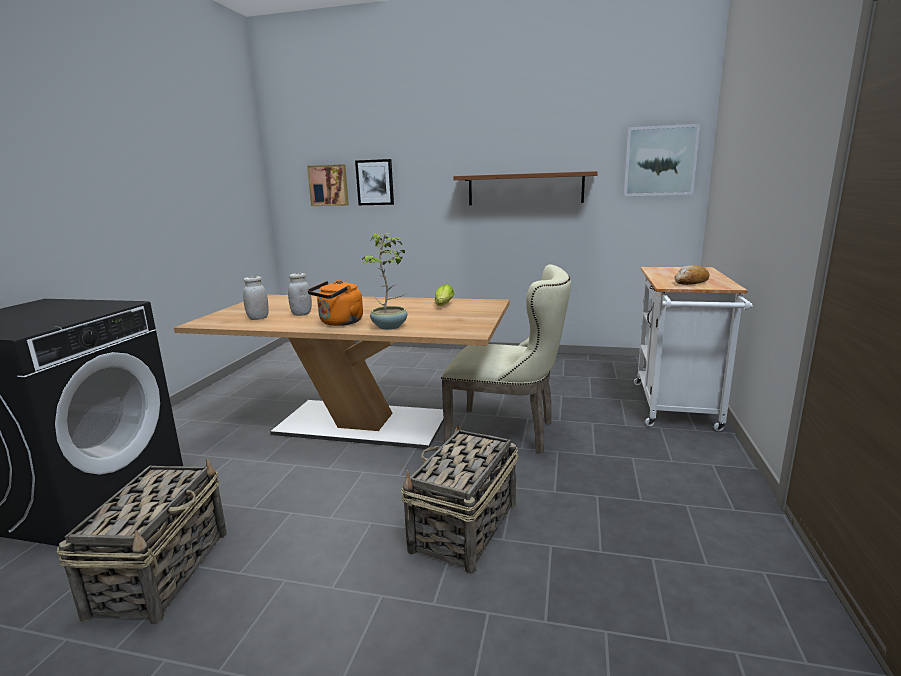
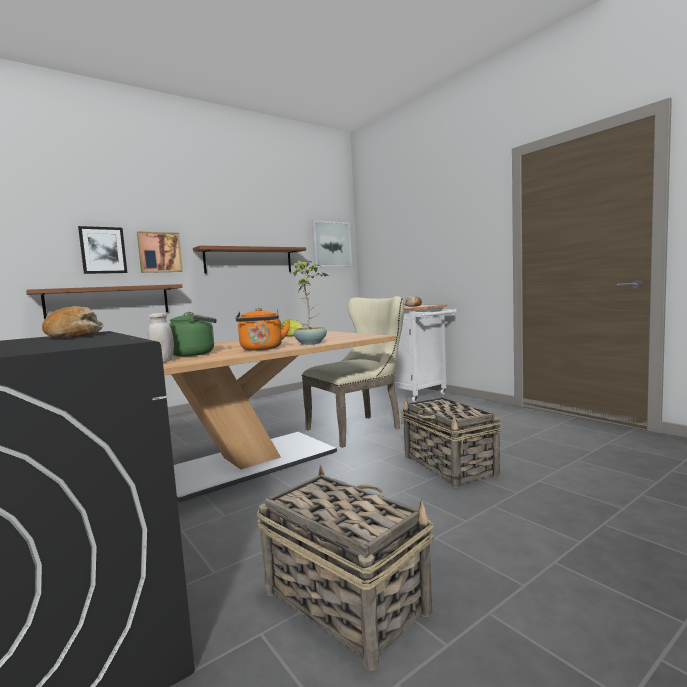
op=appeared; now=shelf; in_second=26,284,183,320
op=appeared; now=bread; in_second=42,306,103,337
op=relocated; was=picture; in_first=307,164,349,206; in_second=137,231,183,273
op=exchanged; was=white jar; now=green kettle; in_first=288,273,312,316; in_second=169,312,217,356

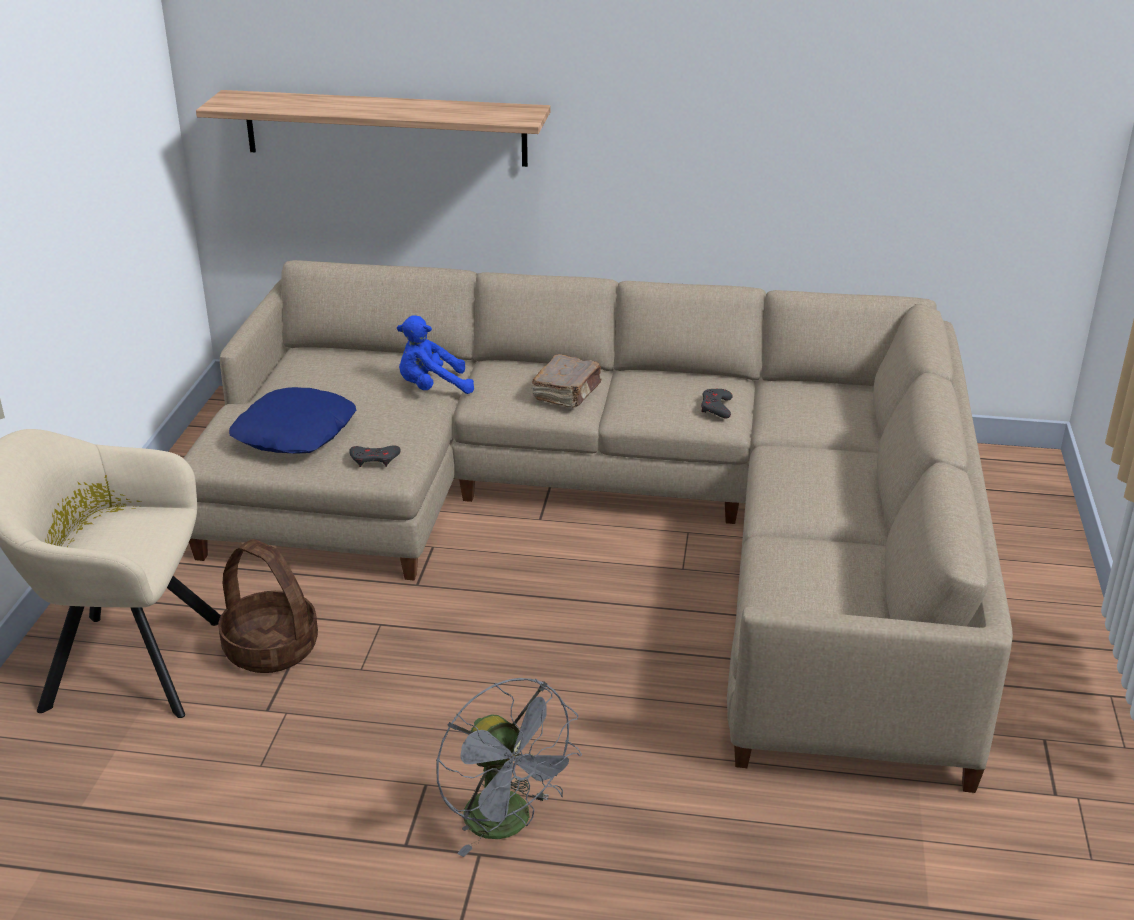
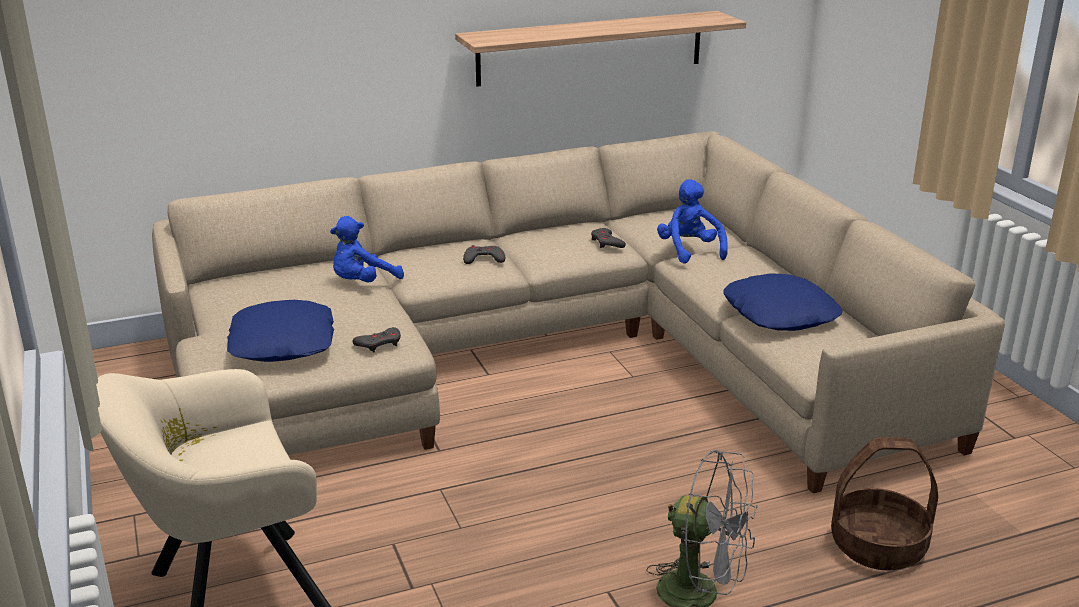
op=relocated; was=shelf; in_first=196,90,550,167; in_second=455,11,746,87
op=exchanged; was=brown book; now=grey game controller; in_first=532,354,601,408; in_second=463,245,505,264
op=appeared; now=blue plush toy; in_second=657,179,728,264
op=appeared; now=blue pillow; in_second=723,273,842,331
op=relocated; was=basket; in_first=218,539,318,673; in_second=831,437,938,571

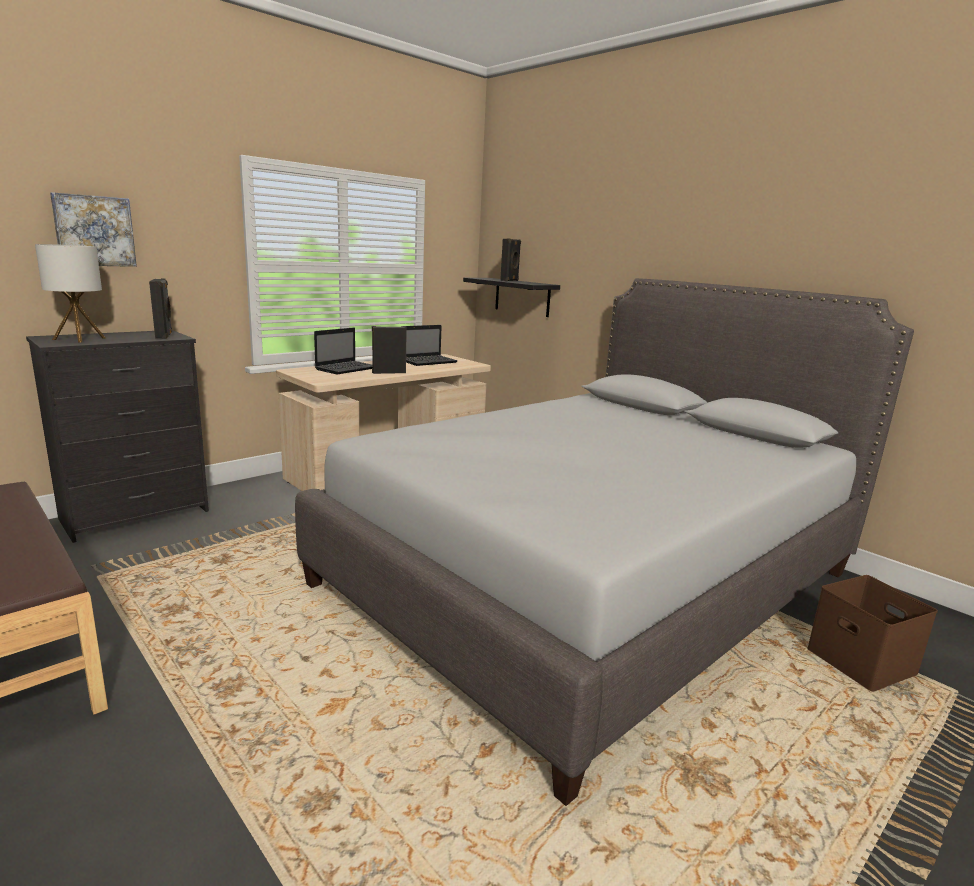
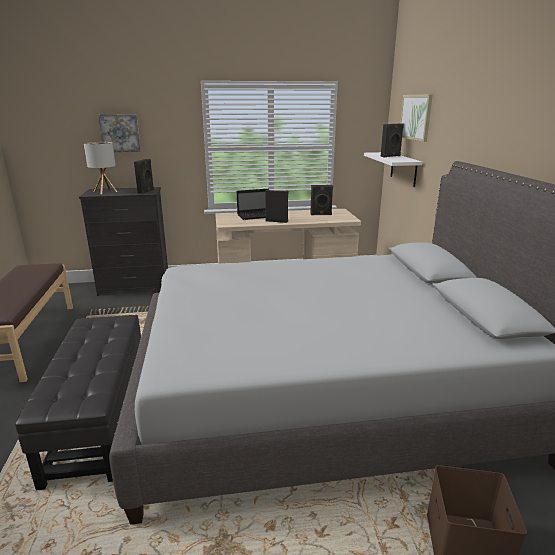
op=appeared; now=black ottoman; in_second=15,315,141,490
op=exchanged; was=laptop; now=black speaker; in_first=405,325,458,366; in_second=310,185,333,215
op=colour; was=black shelf; now=white shelf; in_first=463,278,560,317; in_second=364,152,422,187
op=appeared; now=picture; in_second=400,95,433,142

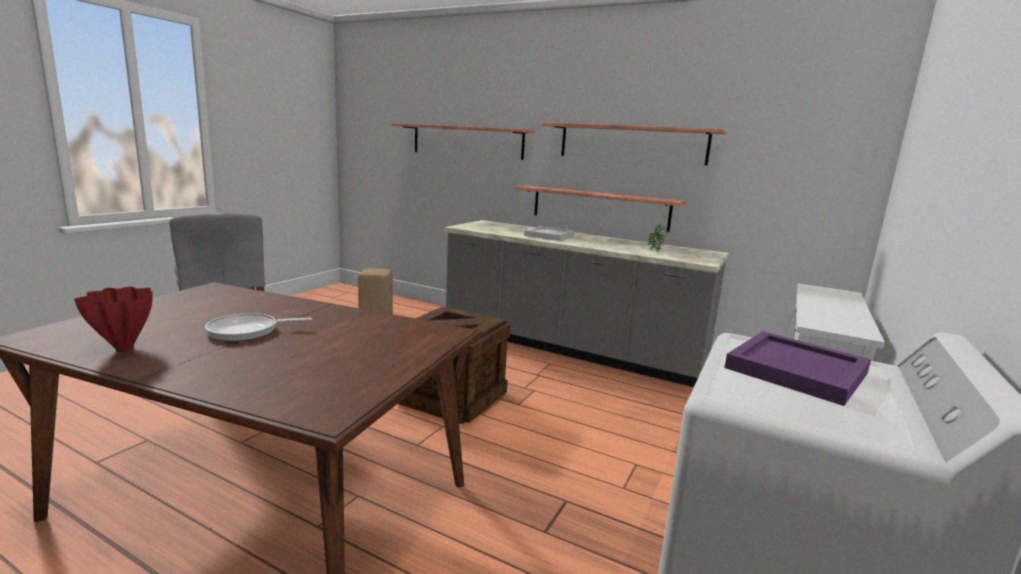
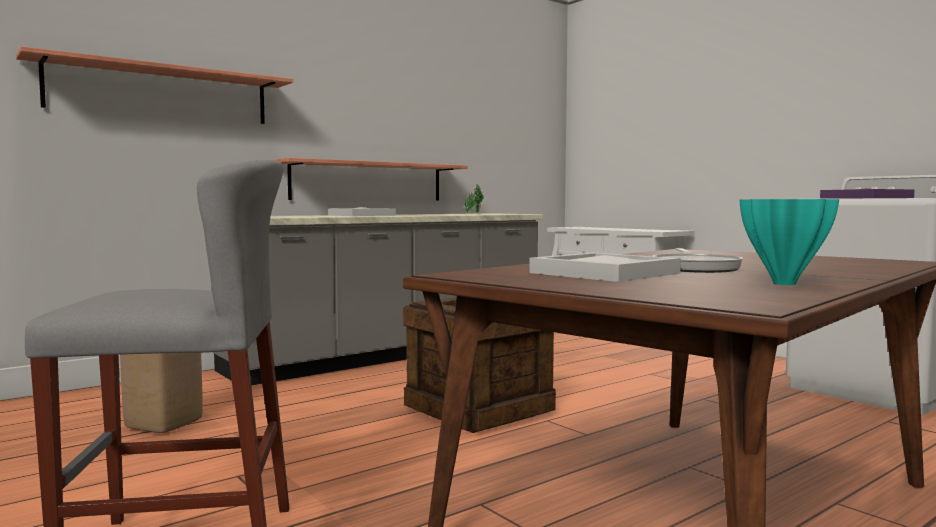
op=appeared; now=white tray; in_second=529,253,681,282
op=colour; was=red vase; now=turquoise vase; in_first=74,287,153,352; in_second=739,199,839,285
op=missing; was=shelf; in_first=542,122,726,165

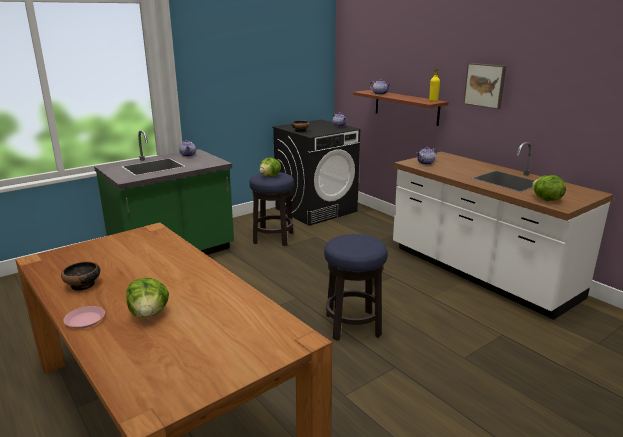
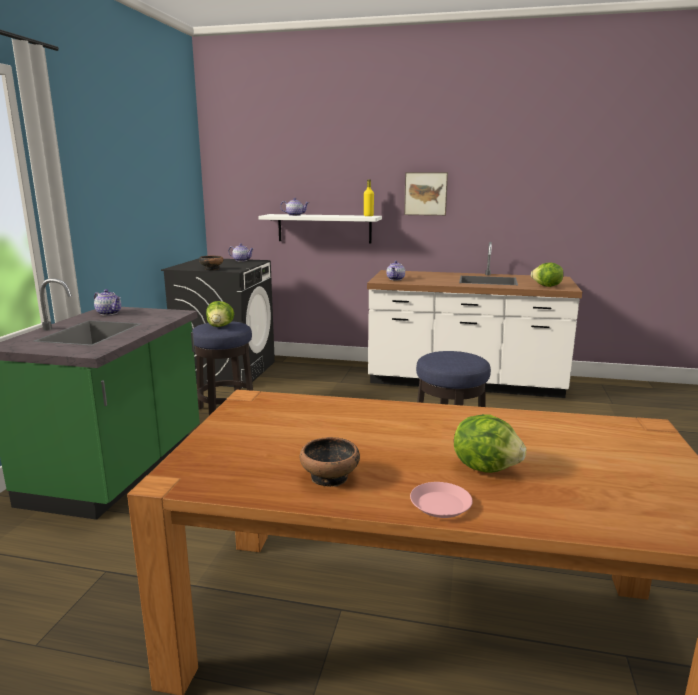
op=colour; was=brown shelf; now=white shelf; in_first=353,90,448,126; in_second=258,214,382,244

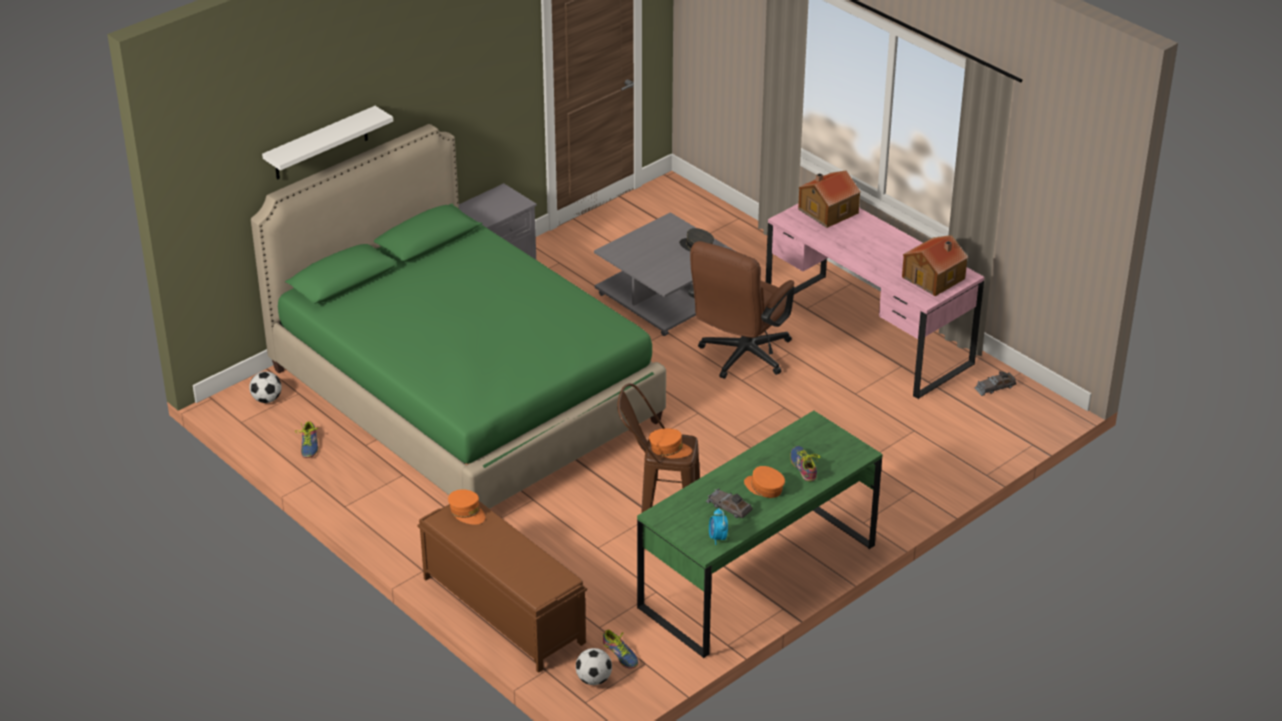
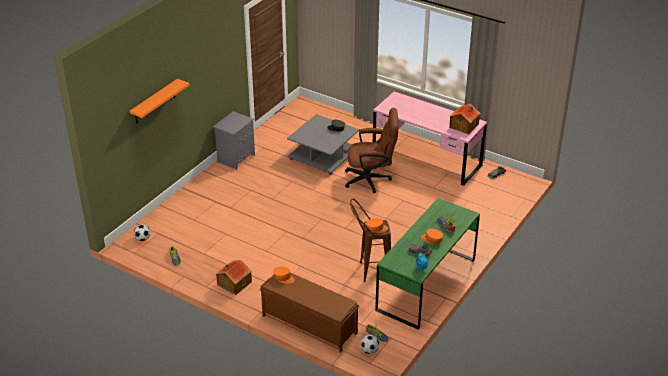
op=colour; was=white shelf; now=orange shelf; in_first=262,106,393,180; in_second=130,79,190,123
op=relocated; was=toy house; in_first=798,171,861,228; in_second=216,260,252,295
op=spun; was=brown office chair; in_first=688,241,795,379; in_second=345,108,398,193; clockwise=-105
op=missing; was=green bed; in_first=251,124,666,509

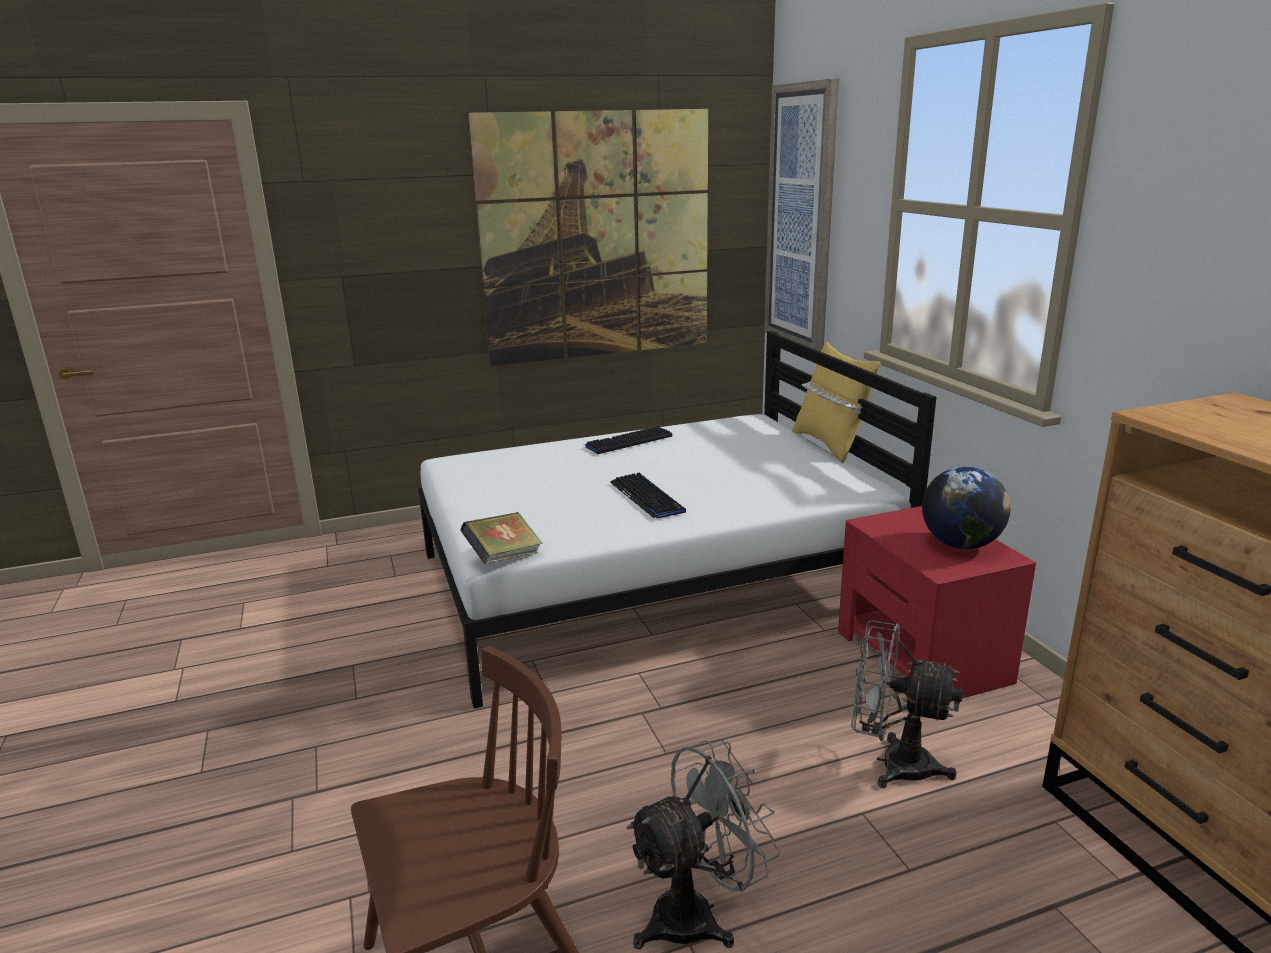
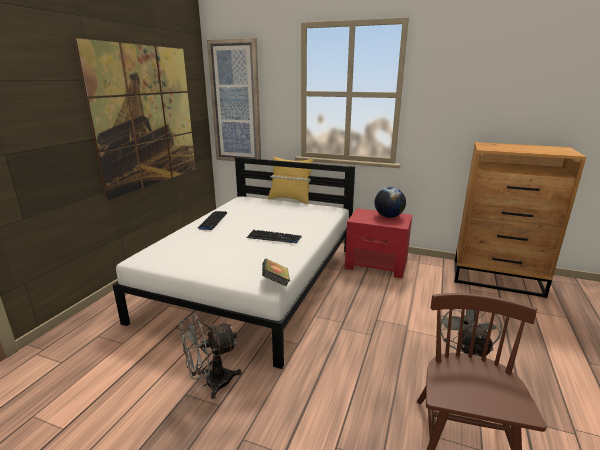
op=relocated; was=grey fan; in_first=851,620,963,788; in_second=179,314,241,399

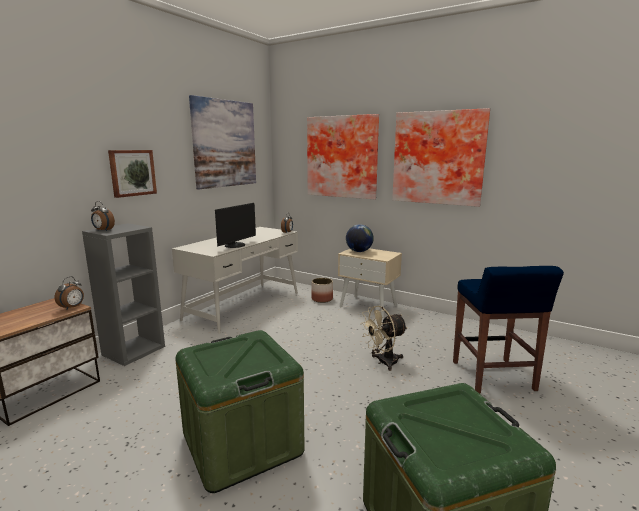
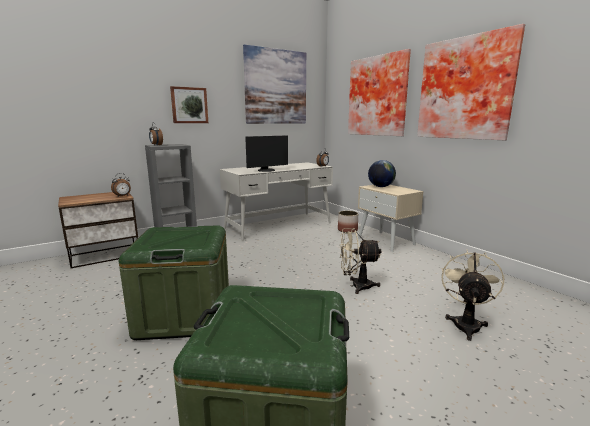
op=exchanged; was=blue stool; now=beige fan; in_first=453,266,564,394; in_second=442,249,504,341

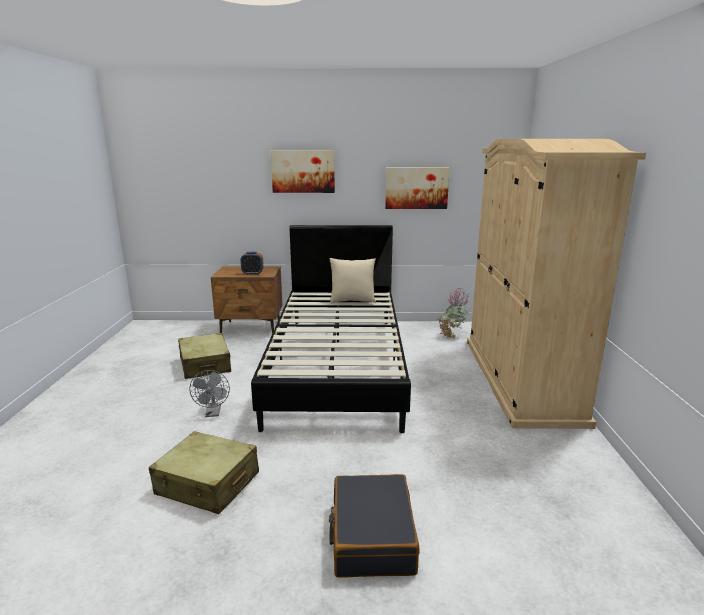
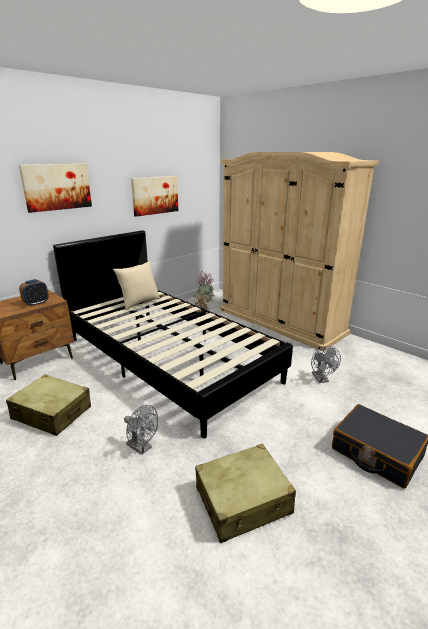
op=appeared; now=grey fan; in_second=311,346,341,383

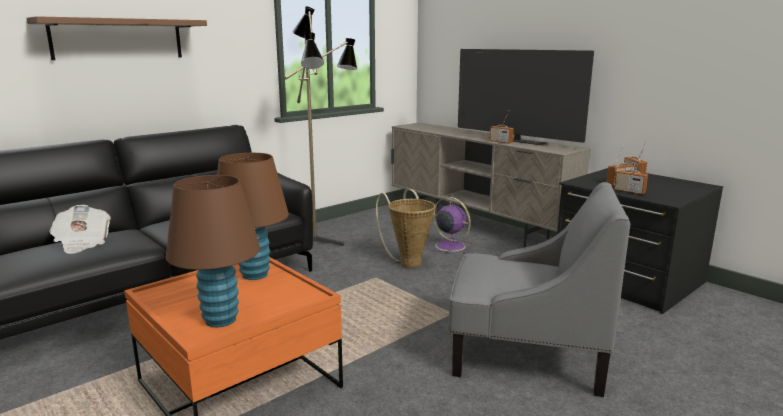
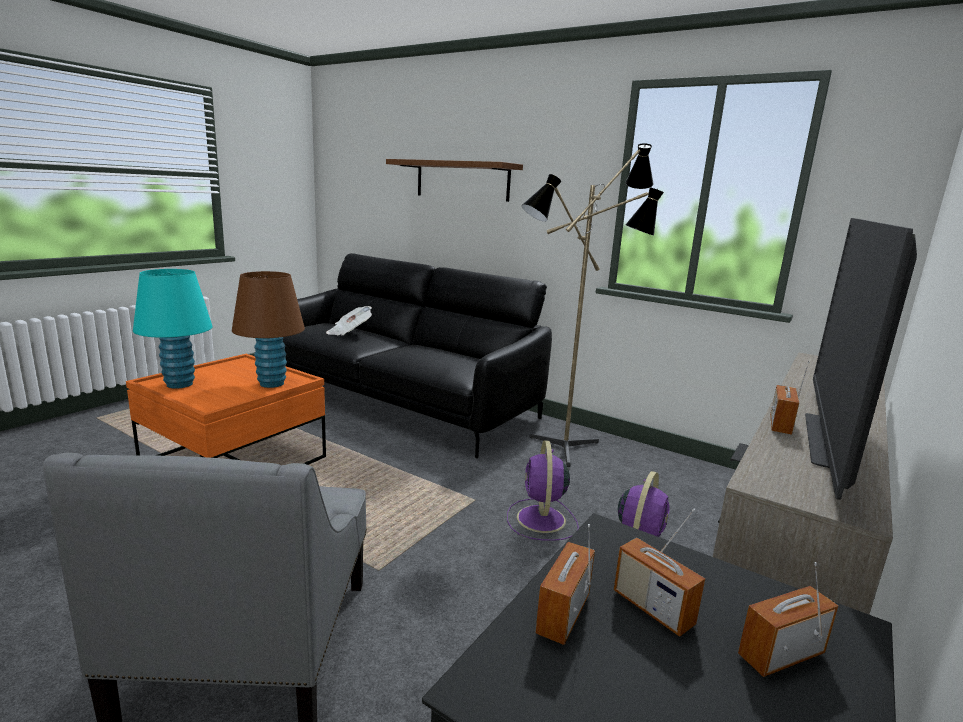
op=colour; was=brown table lamp; now=turquoise table lamp; in_first=166,175,260,327; in_second=133,269,213,389
op=exchanged; was=basket; now=purple fan; in_first=376,189,435,268; in_second=507,441,579,541

